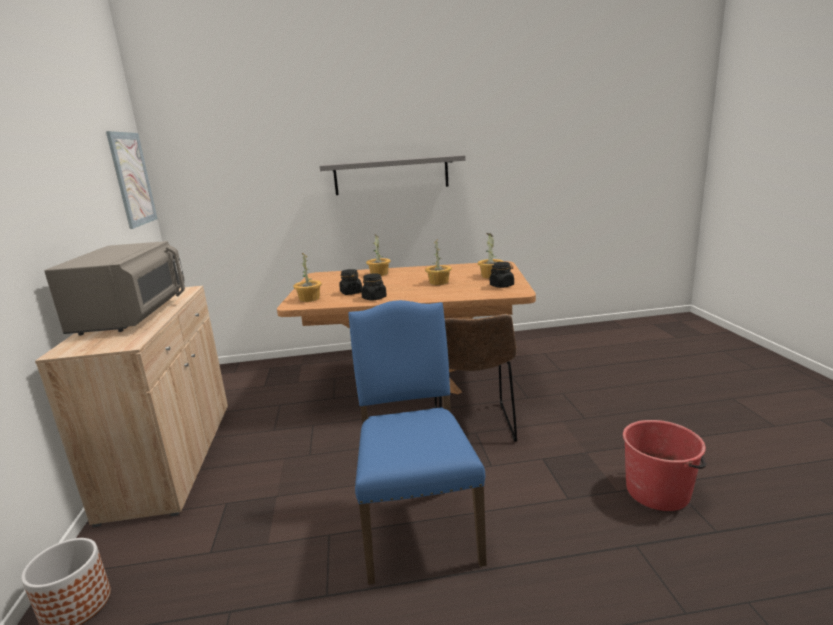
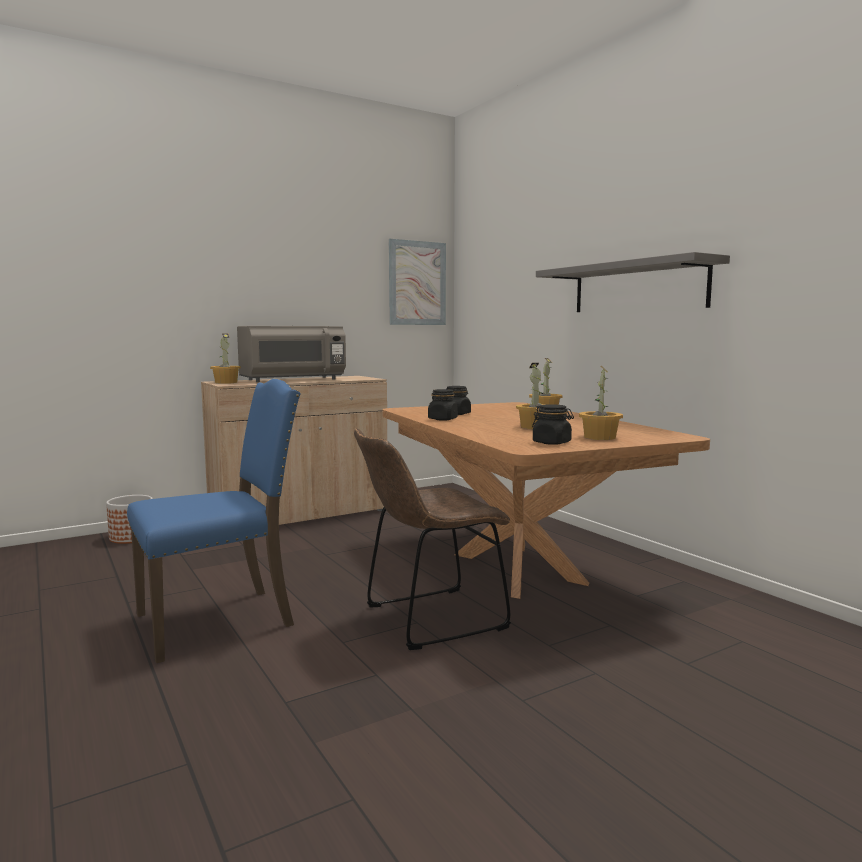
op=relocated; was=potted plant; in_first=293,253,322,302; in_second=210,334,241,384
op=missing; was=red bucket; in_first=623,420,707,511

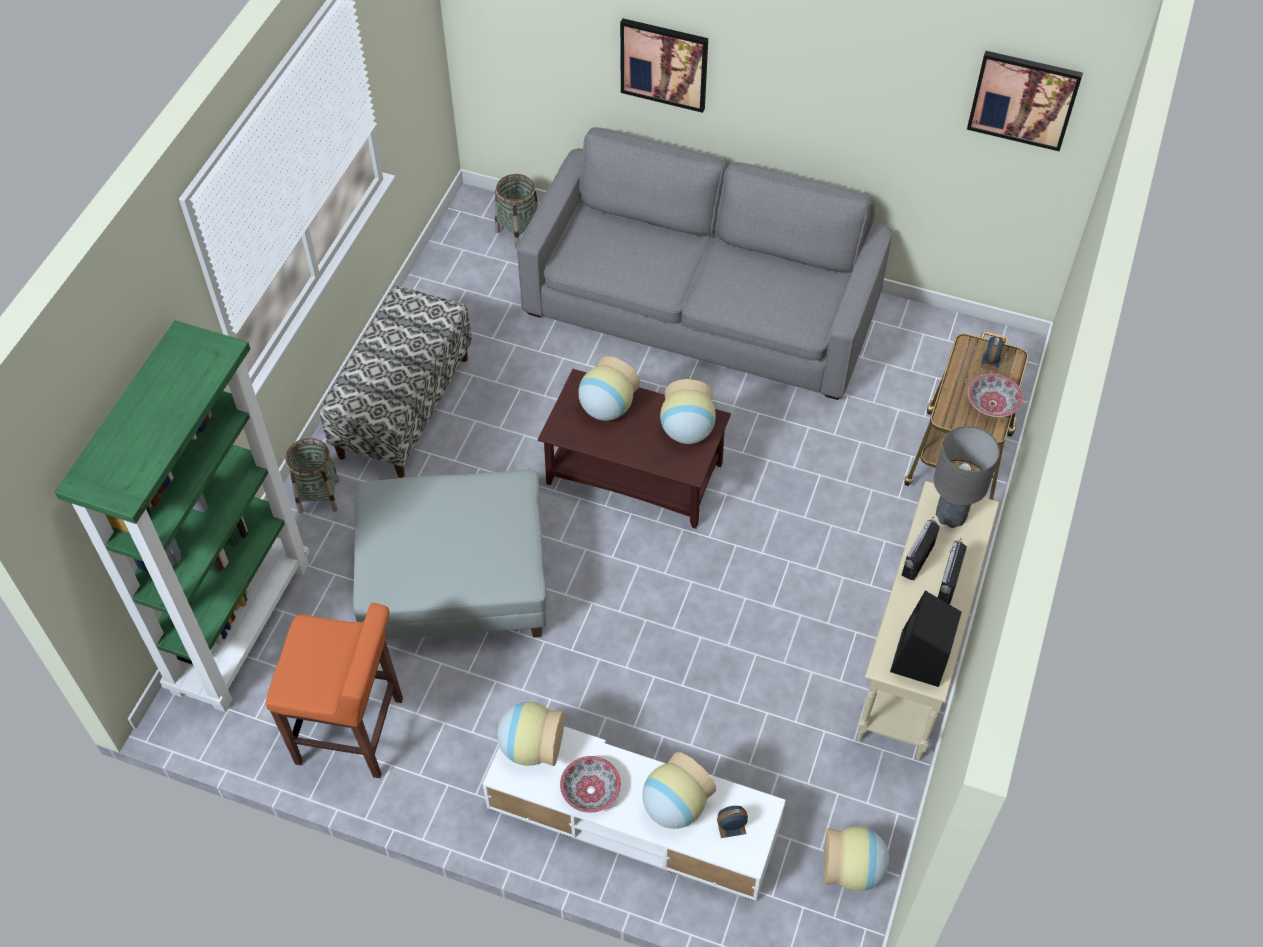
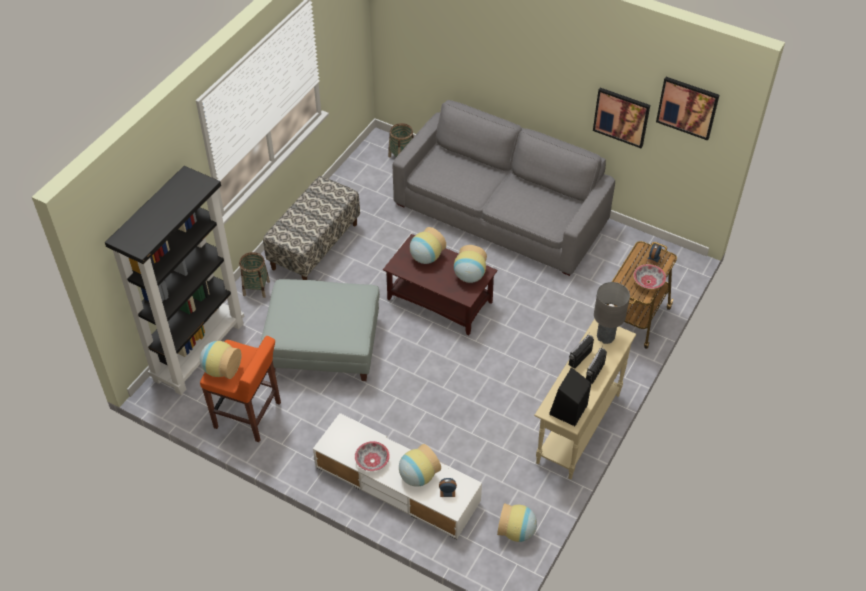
op=colour; was=green bookcase; now=black bookcase; in_first=55,321,310,712; in_second=105,166,244,395
op=relocated; was=vase; in_first=497,702,565,766; in_second=200,341,242,379
op=relocated; was=picture; in_first=620,18,708,113; in_second=593,88,650,148

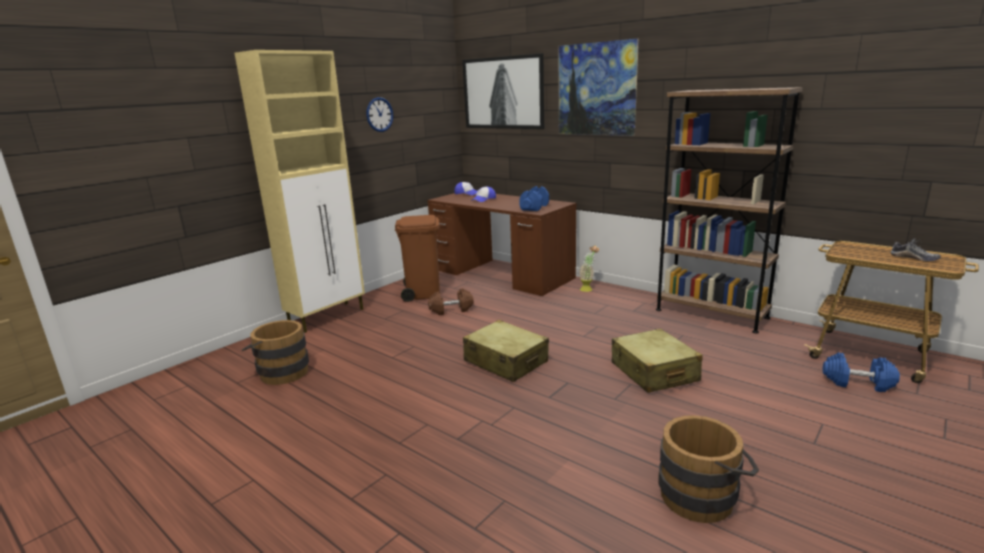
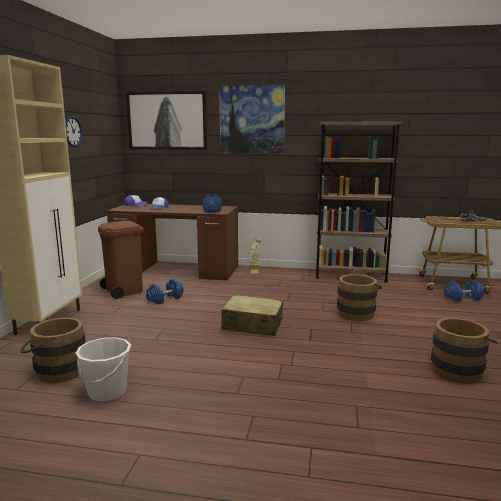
op=appeared; now=white bucket; in_second=75,337,131,401
op=colour; was=brown dumbbell; now=blue dumbbell; in_first=428,288,474,315; in_second=146,279,183,304
op=exchanged; was=beige suitcase; now=brown bucket; in_first=612,329,703,393; in_second=337,274,382,321

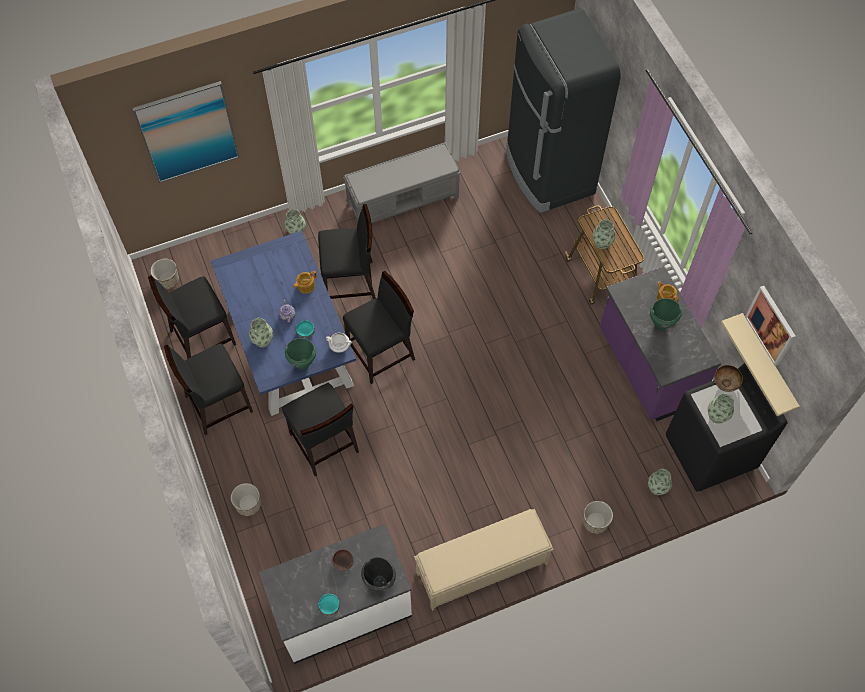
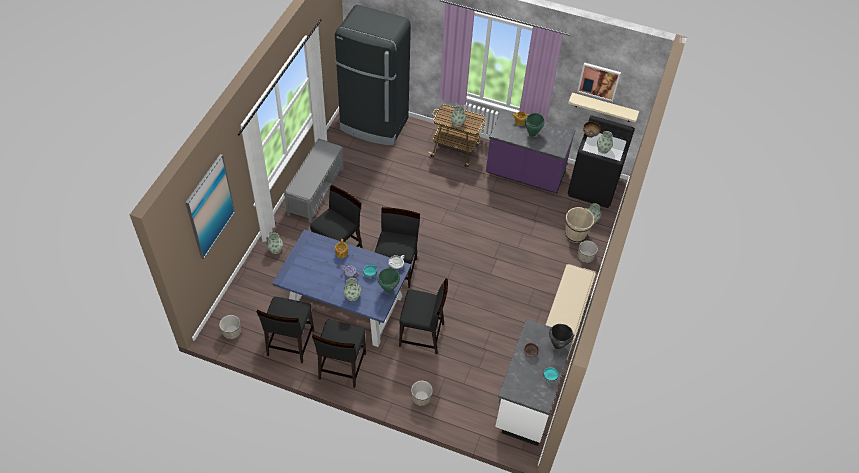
op=appeared; now=beige bucket; in_second=565,207,594,243

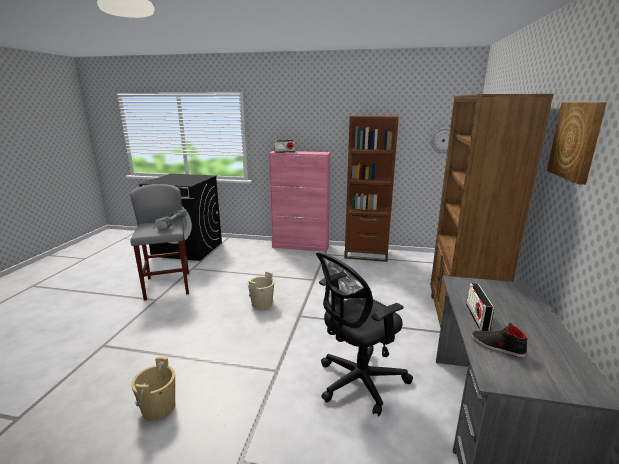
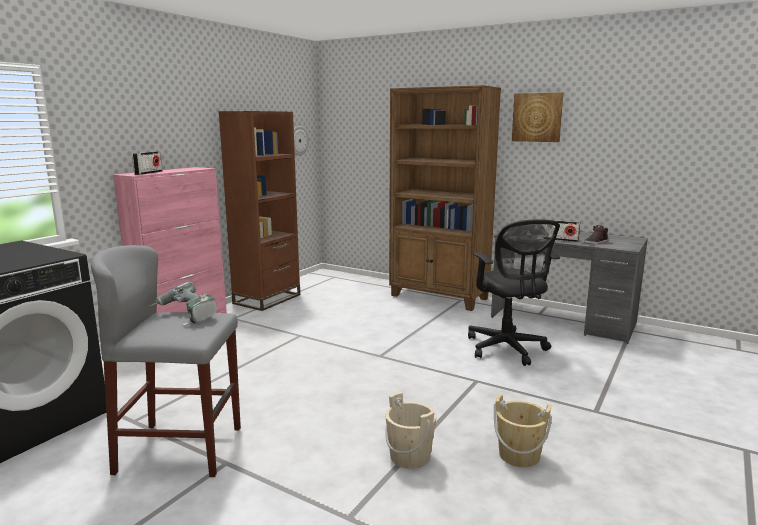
op=relocated; was=beige bucket; in_first=248,271,274,310; in_second=385,392,437,469

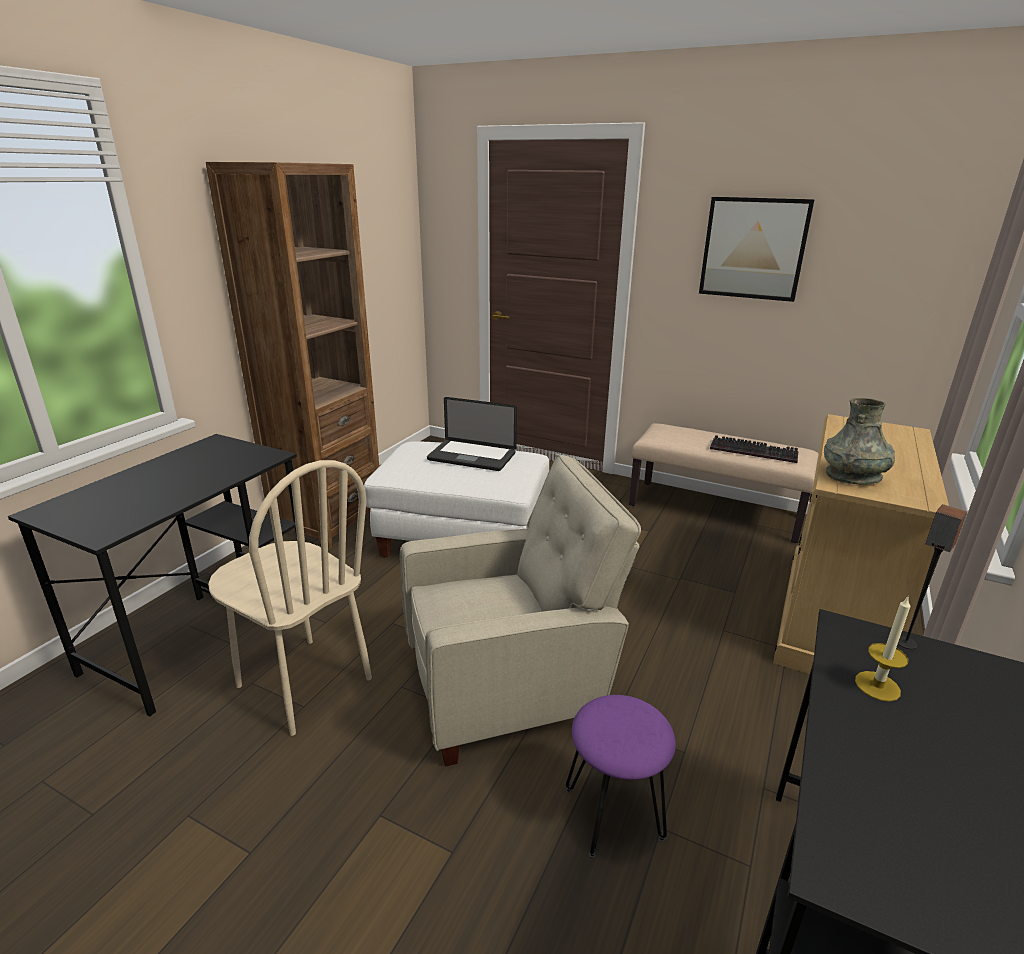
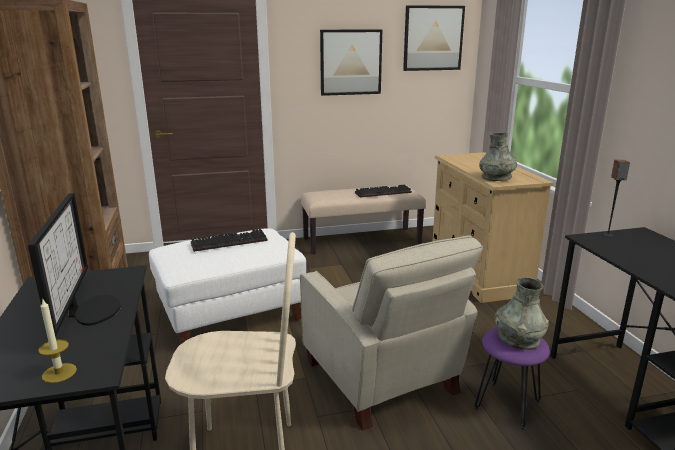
op=appeared; now=monitor; in_second=28,193,121,337
op=relocated; was=candle; in_first=855,597,910,702; in_second=38,299,77,383
op=exchanged; was=laptop; now=keyboard; in_first=427,397,517,471; in_second=191,229,268,252
op=spun; was=beige armchair; in_first=400,454,641,767; in_second=300,235,483,430; clockwise=120
op=appeared; now=picture; in_second=403,5,465,71
op=appeared; now=grey vase; in_second=494,277,549,350

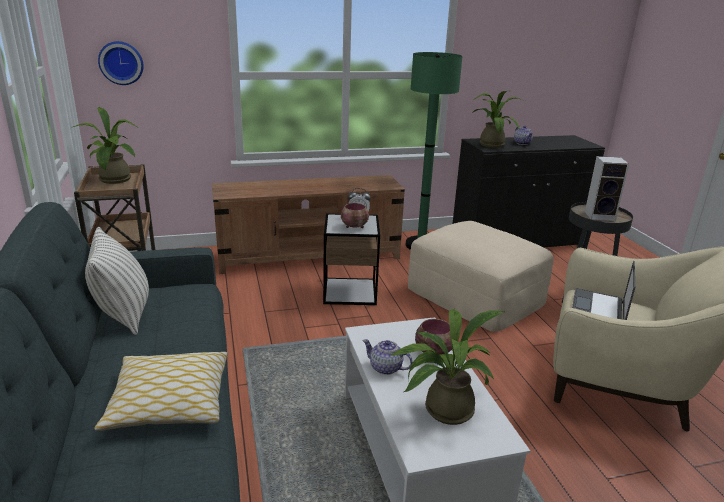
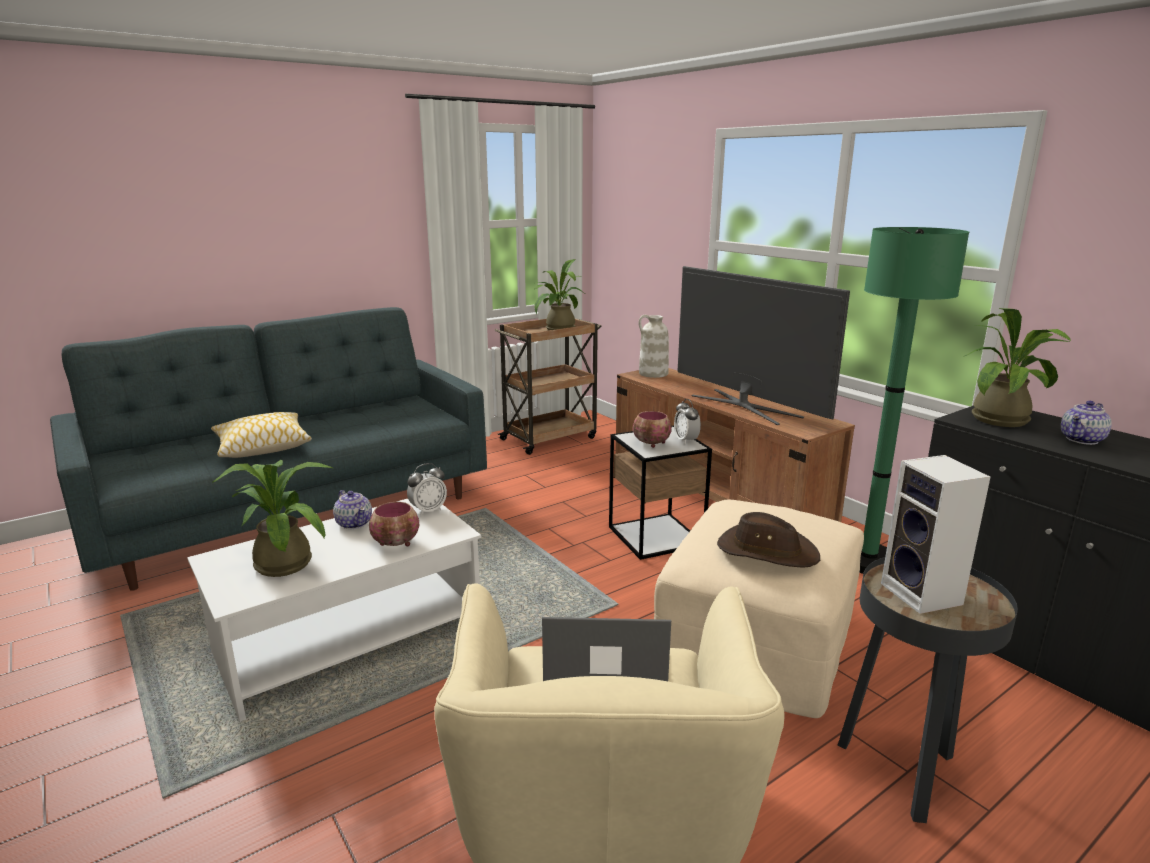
op=spun; was=teapot; in_first=363,339,413,375; in_second=333,490,372,529; clockwise=135
op=appeared; now=alarm clock; in_second=407,463,447,516
op=appeared; now=white vase; in_second=639,315,669,378
op=appeared; now=television; in_second=678,266,850,425
op=appeared; now=brown hat; in_second=717,512,820,567
op=missing; was=pillow; in_first=85,227,149,335
op=missing; was=wall clock; in_first=98,41,144,85

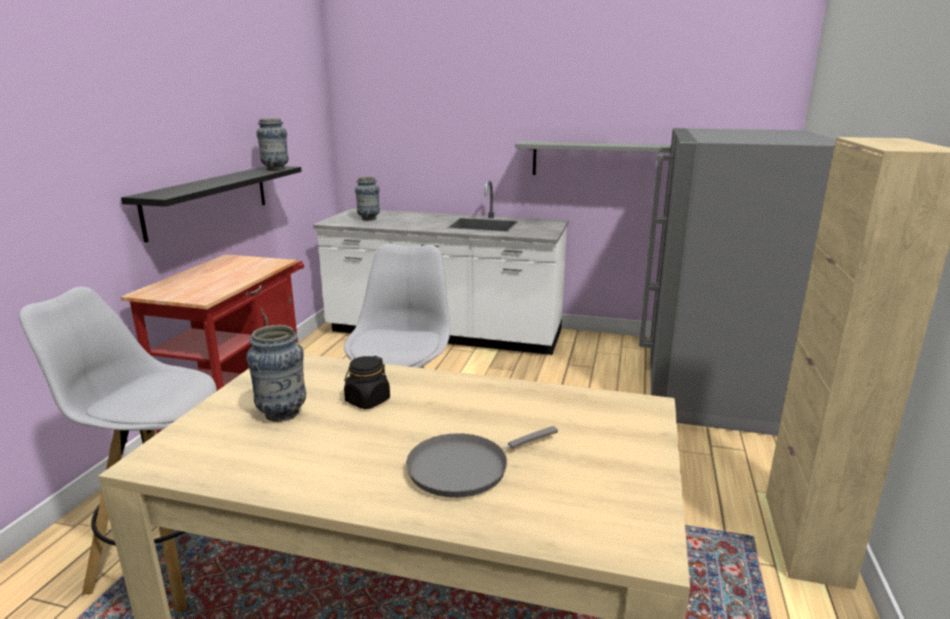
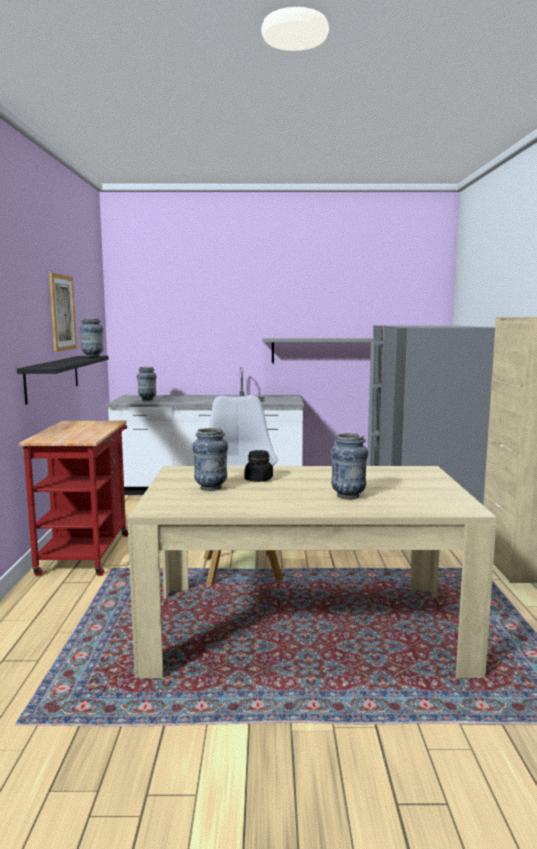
op=appeared; now=picture; in_second=49,273,77,352
op=exchanged; was=grey frying pan; now=vase; in_first=406,426,558,498; in_second=331,433,368,499
op=missing; was=white stool; in_first=19,287,217,614

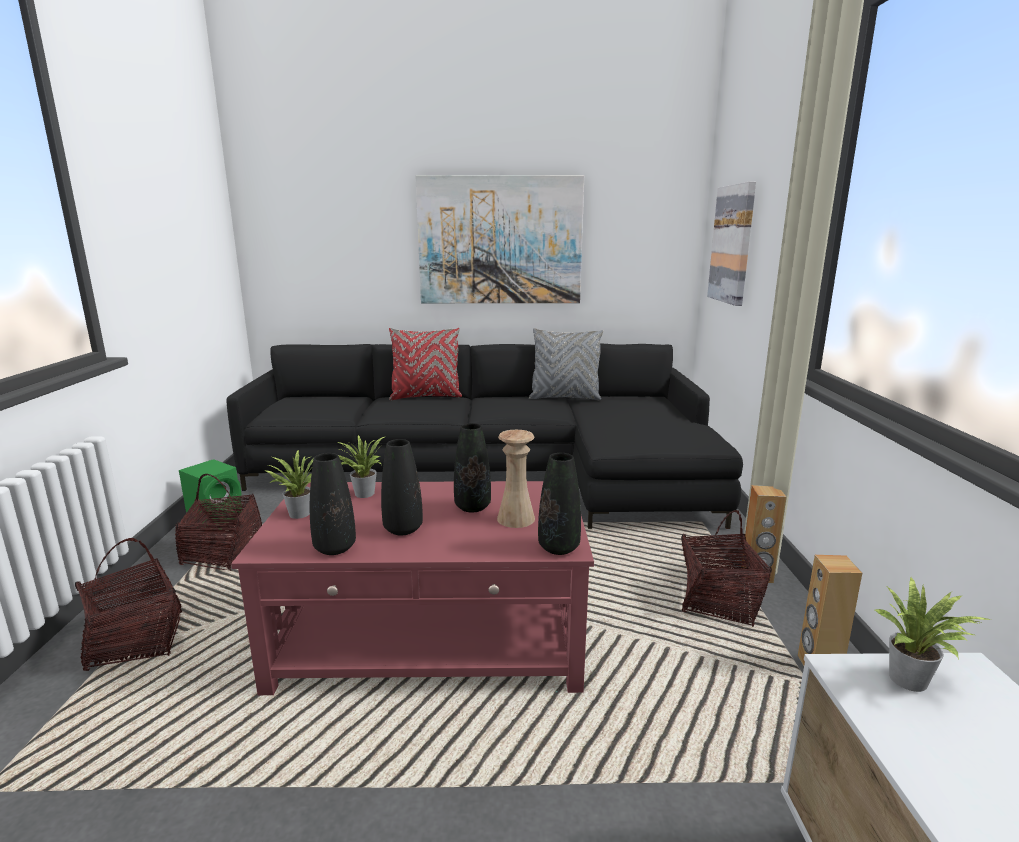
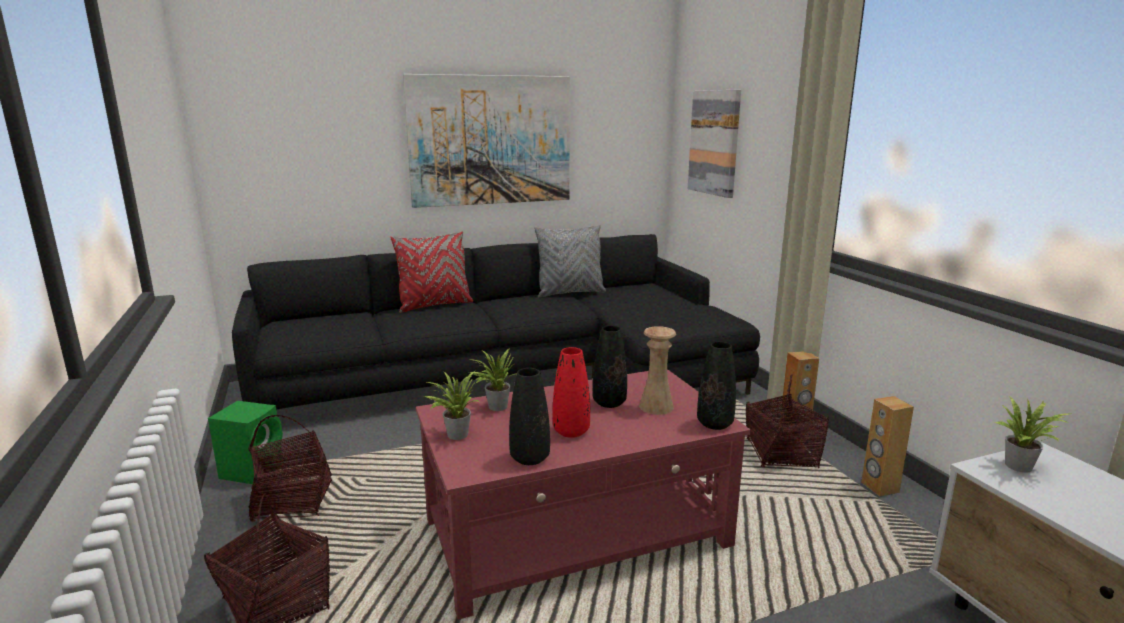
op=colour; was=black vase; now=red vase; in_first=381,439,423,535; in_second=553,347,590,438

